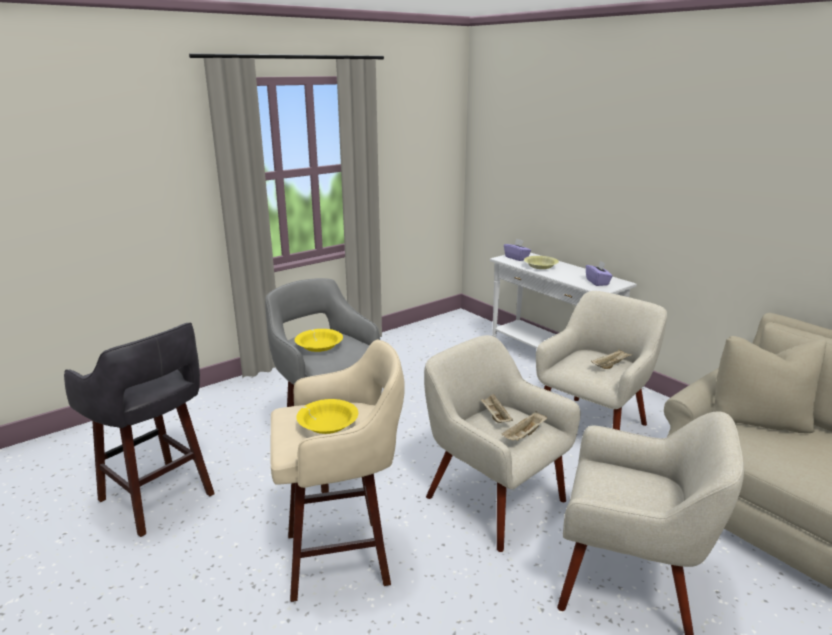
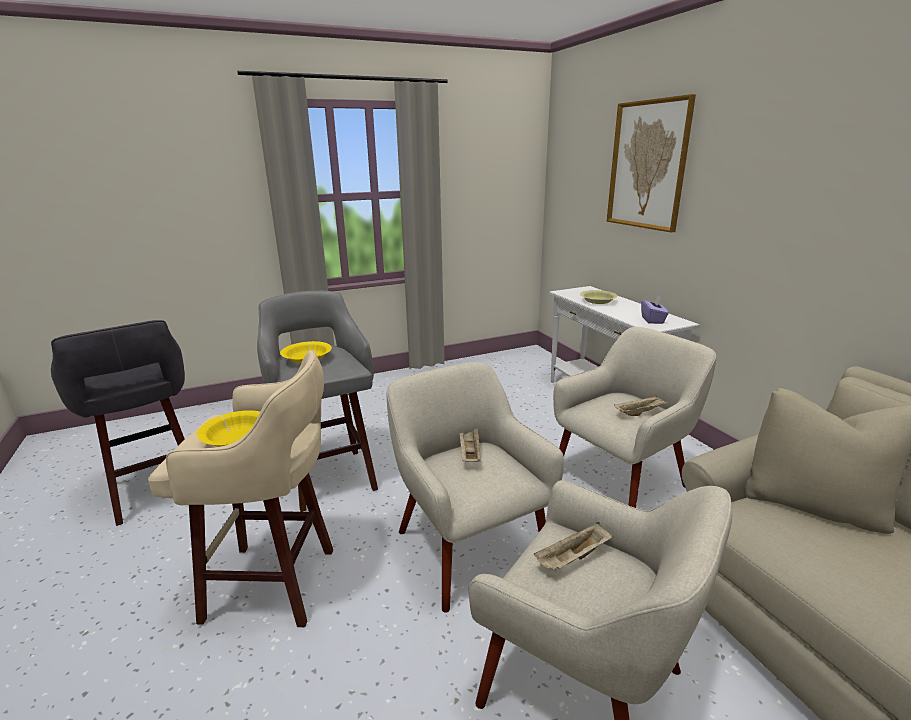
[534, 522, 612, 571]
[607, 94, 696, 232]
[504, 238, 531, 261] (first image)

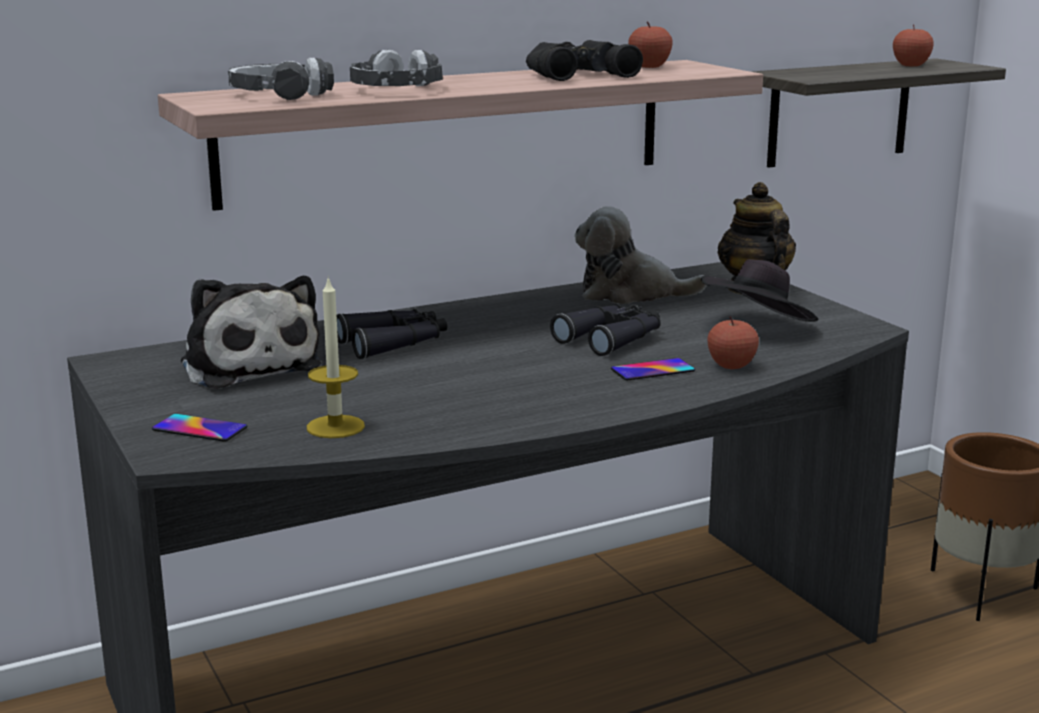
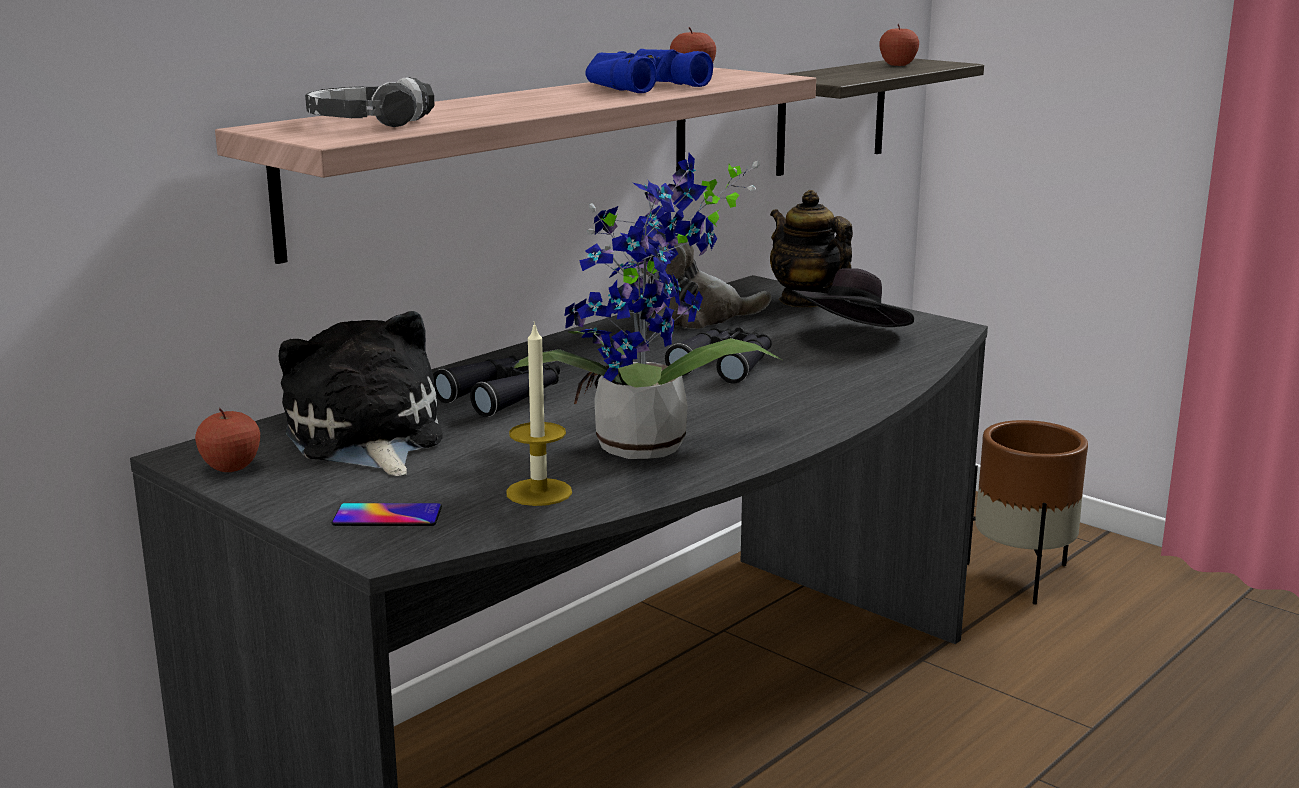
[195, 408, 260, 472]
[279, 311, 443, 476]
[514, 153, 783, 459]
[585, 49, 713, 93]
[350, 49, 443, 86] (first image)
[611, 358, 695, 381] (first image)

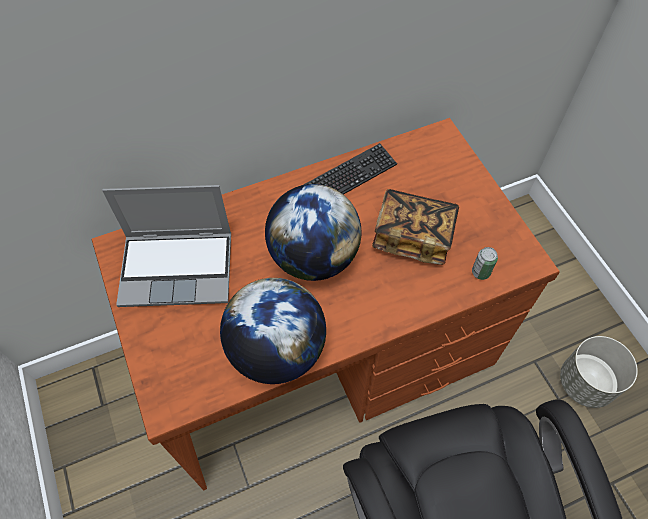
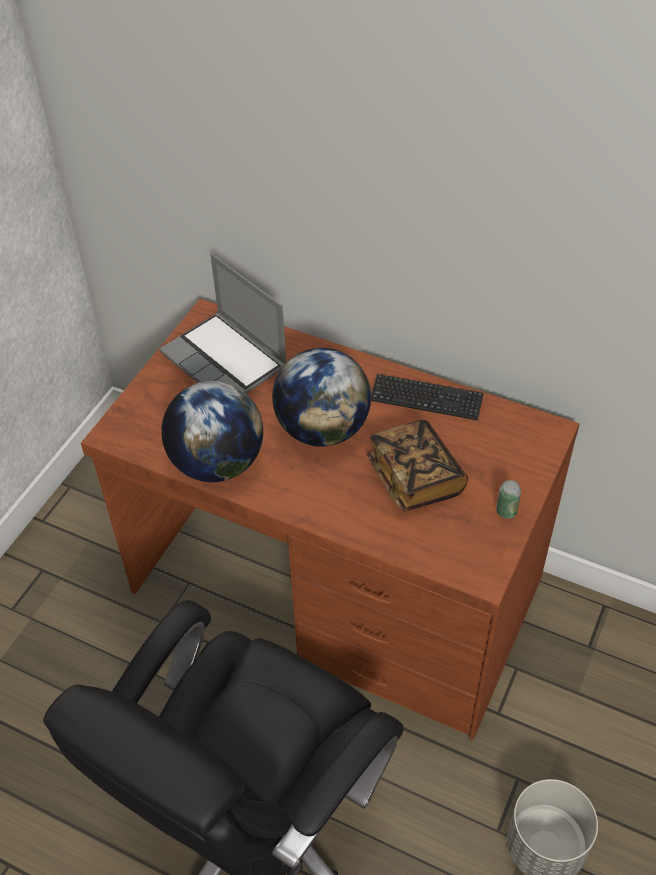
[496, 480, 521, 519]

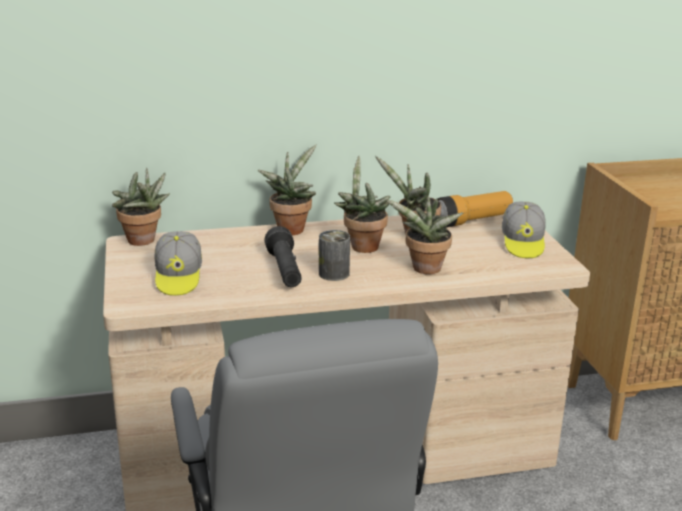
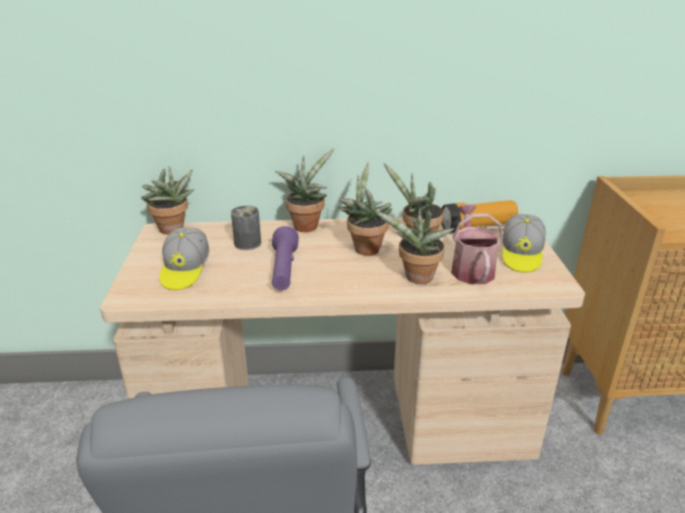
[231, 206, 261, 250]
[272, 226, 299, 290]
[451, 205, 503, 284]

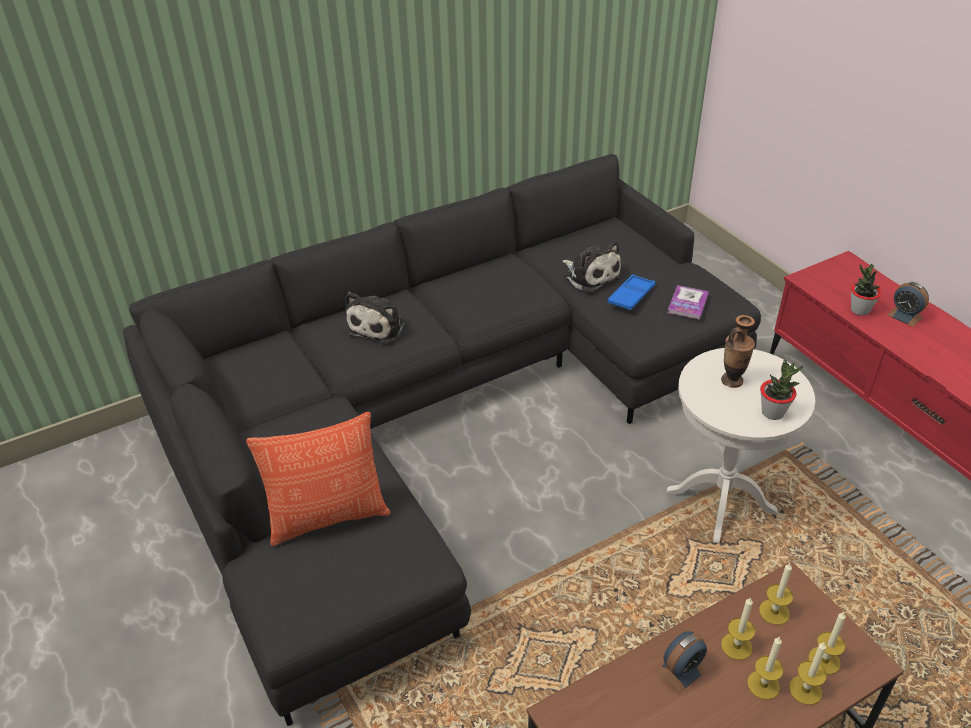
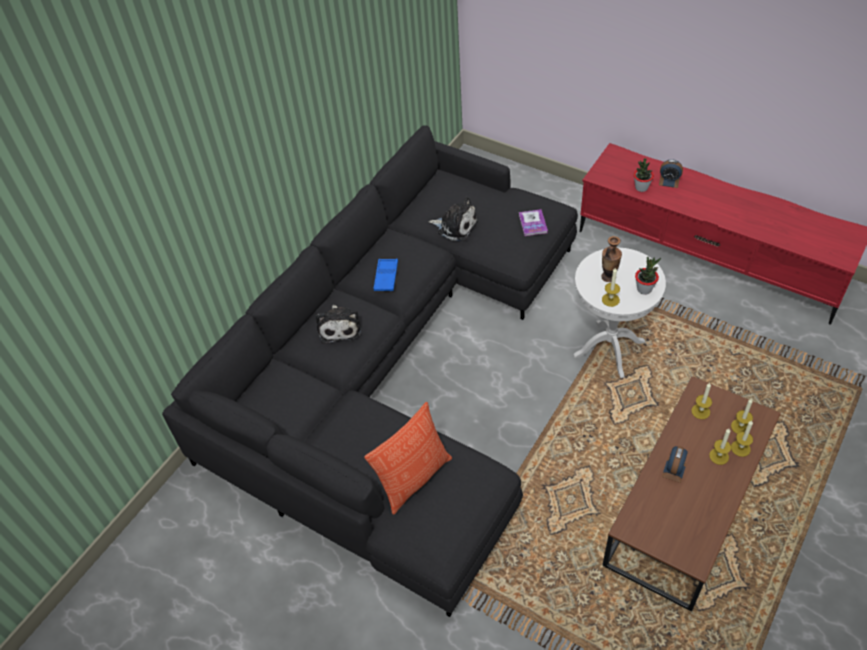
[373, 259, 398, 291]
[602, 267, 620, 307]

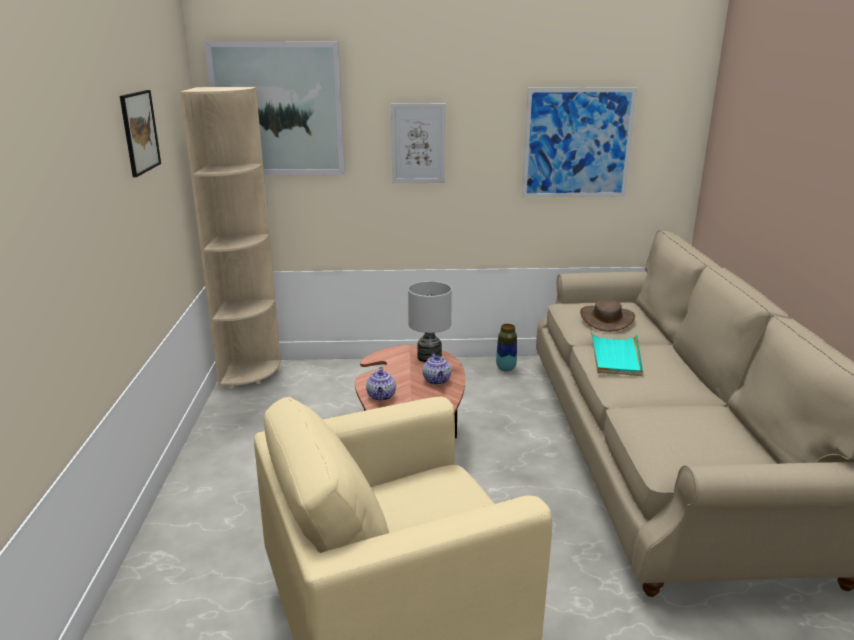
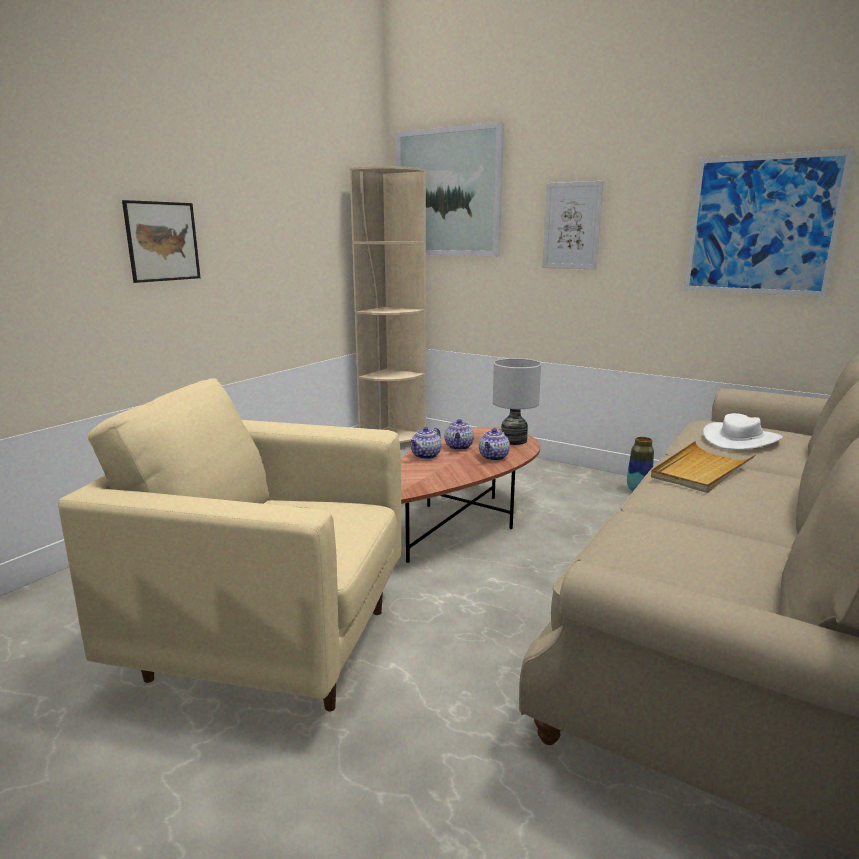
[122, 200, 201, 283]
[444, 419, 474, 450]
[651, 441, 755, 493]
[703, 413, 783, 450]

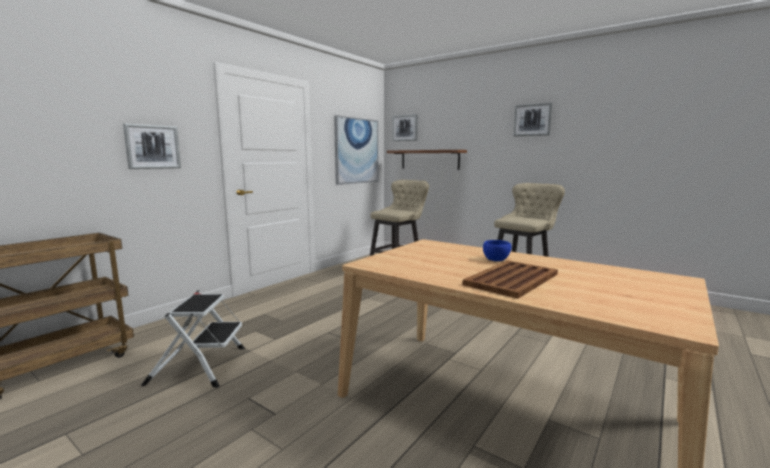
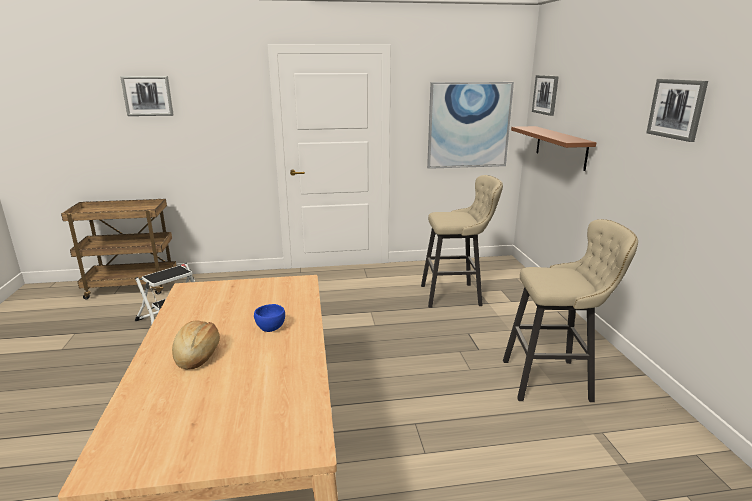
[120, 76, 174, 116]
[172, 320, 220, 370]

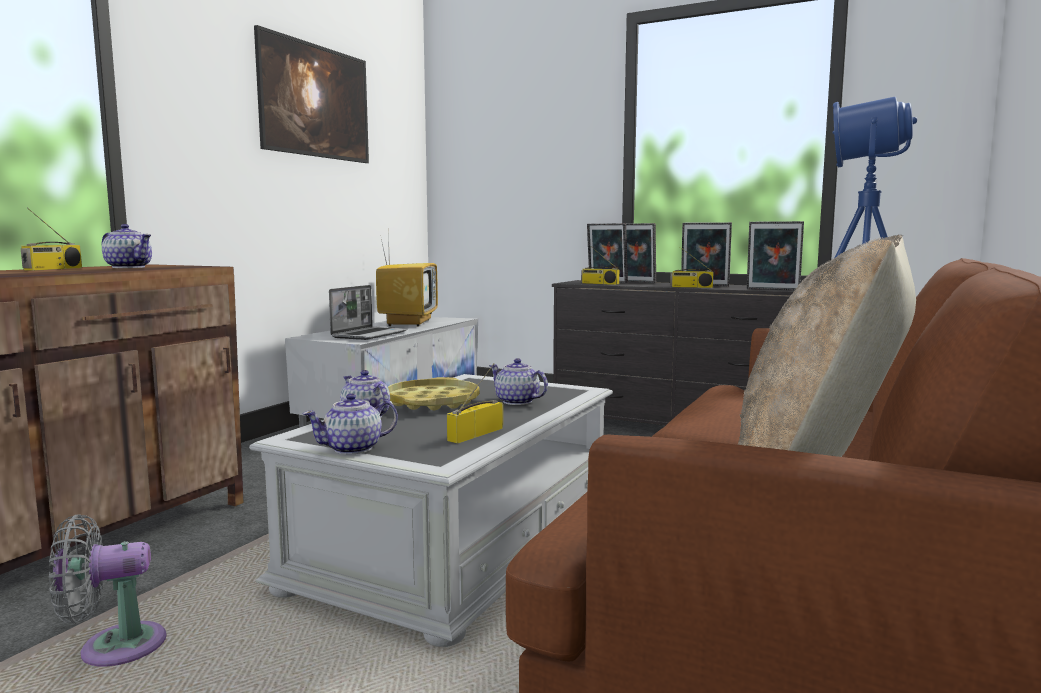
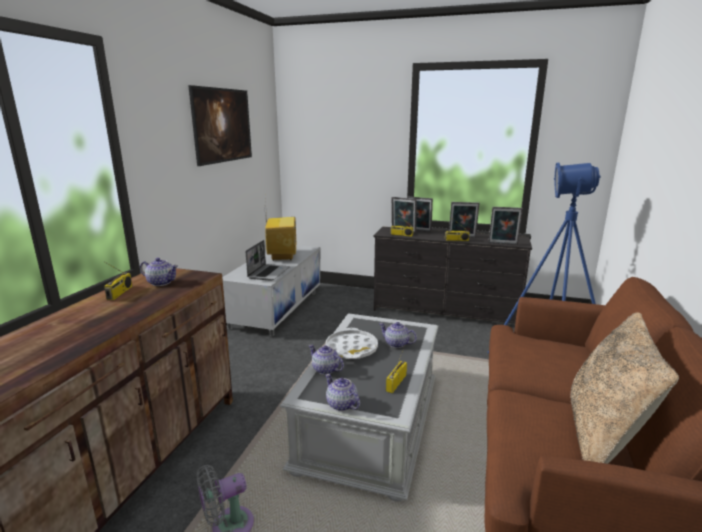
[325, 374, 360, 411]
[326, 328, 378, 359]

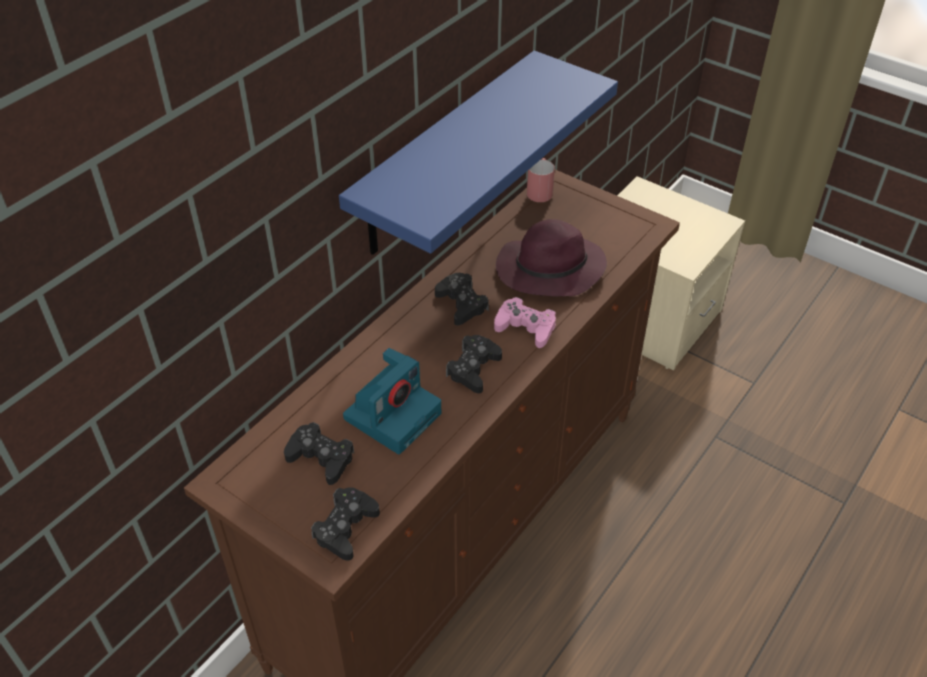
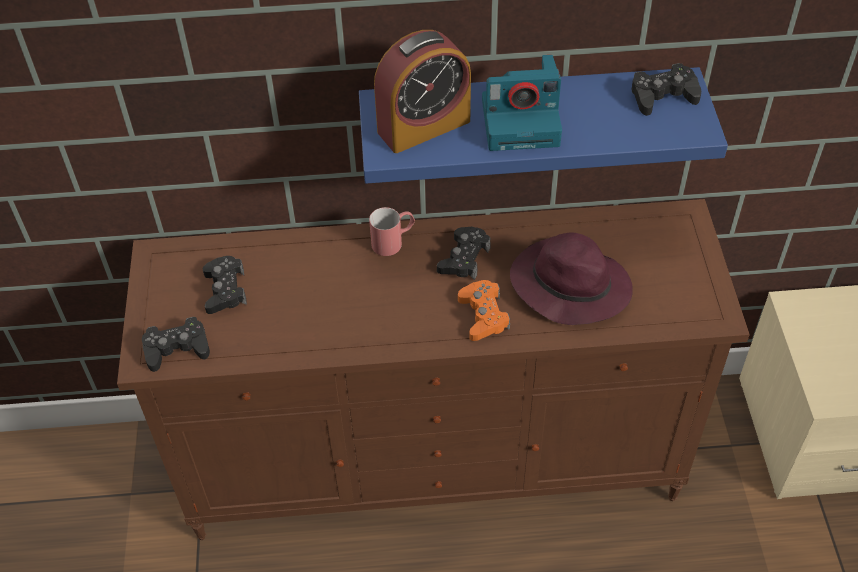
[369, 207, 415, 256]
[374, 30, 471, 153]
[458, 280, 510, 341]
[482, 55, 562, 151]
[632, 63, 701, 116]

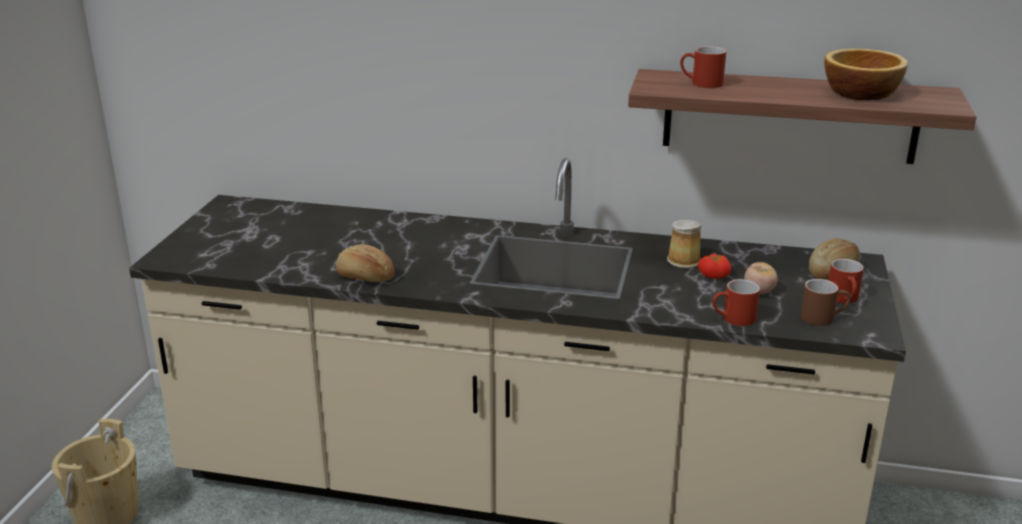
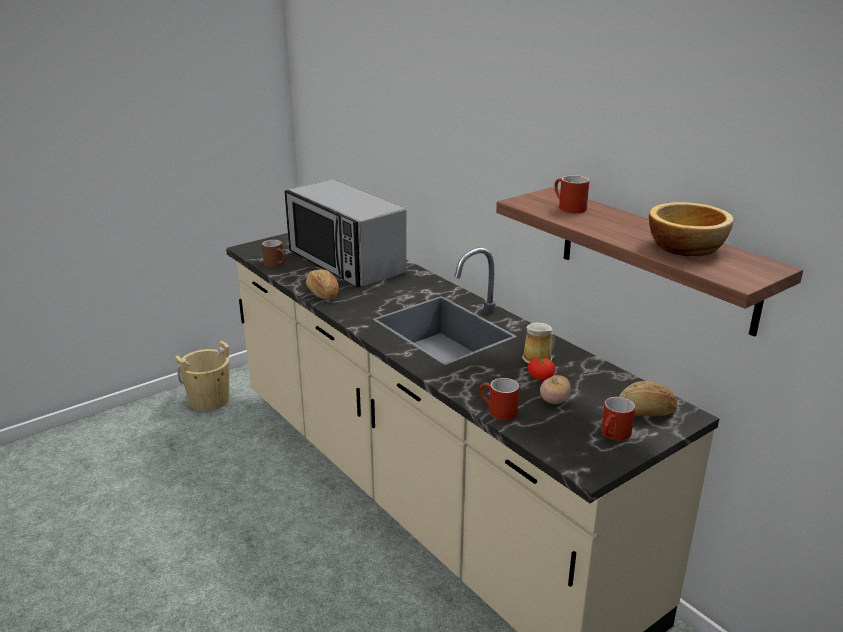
[262, 240, 286, 268]
[284, 179, 407, 288]

